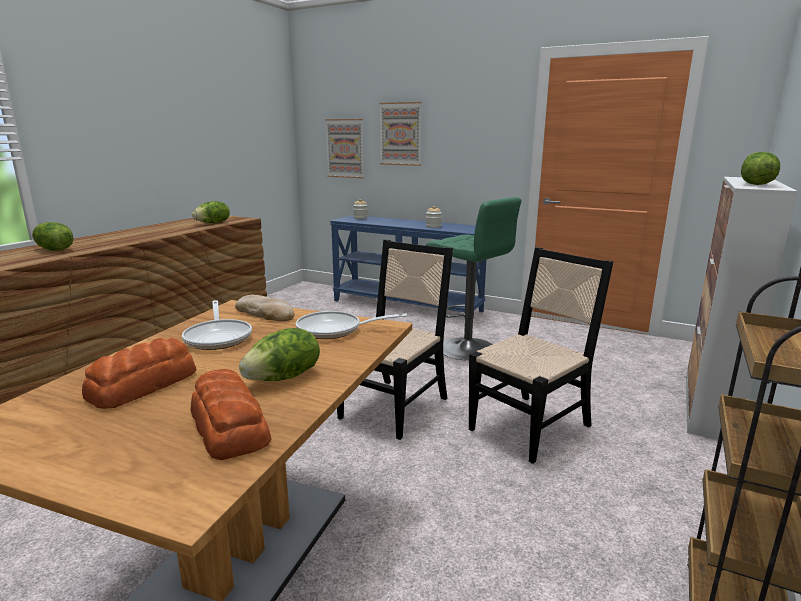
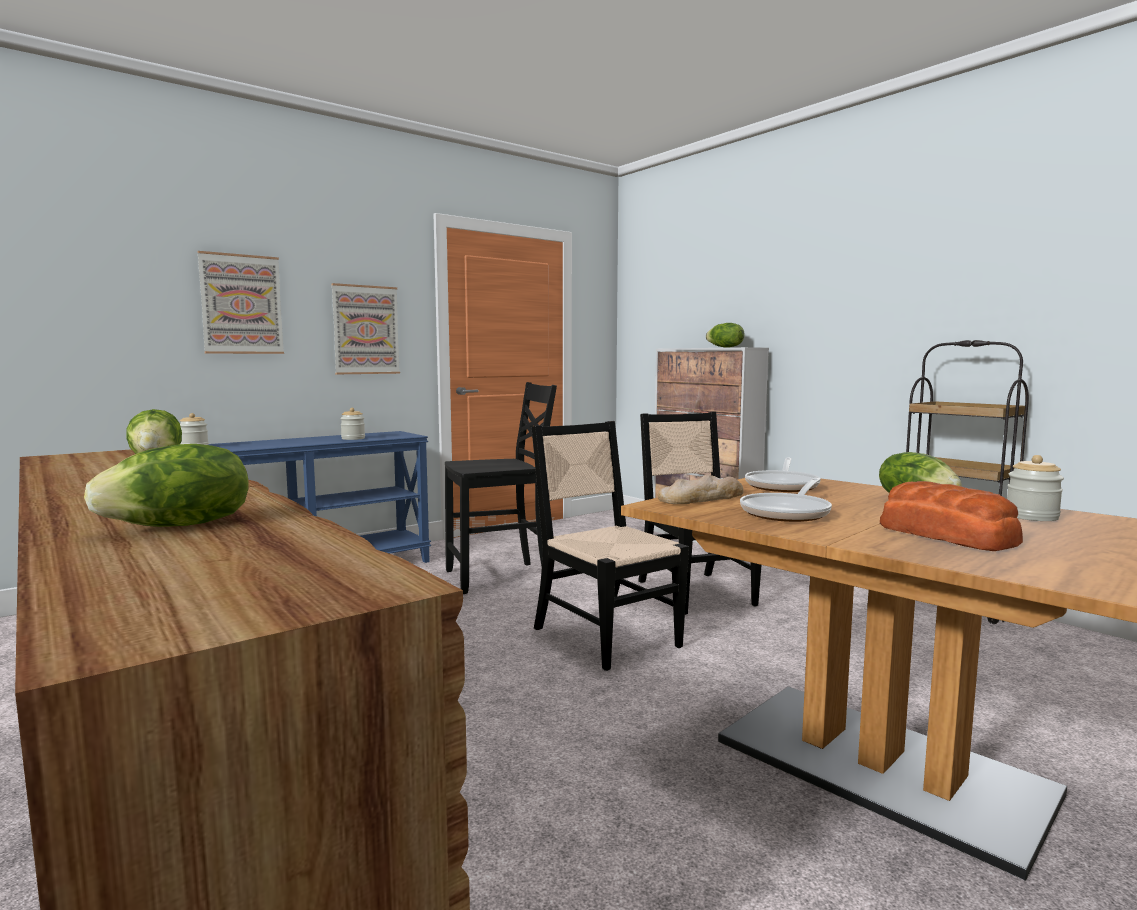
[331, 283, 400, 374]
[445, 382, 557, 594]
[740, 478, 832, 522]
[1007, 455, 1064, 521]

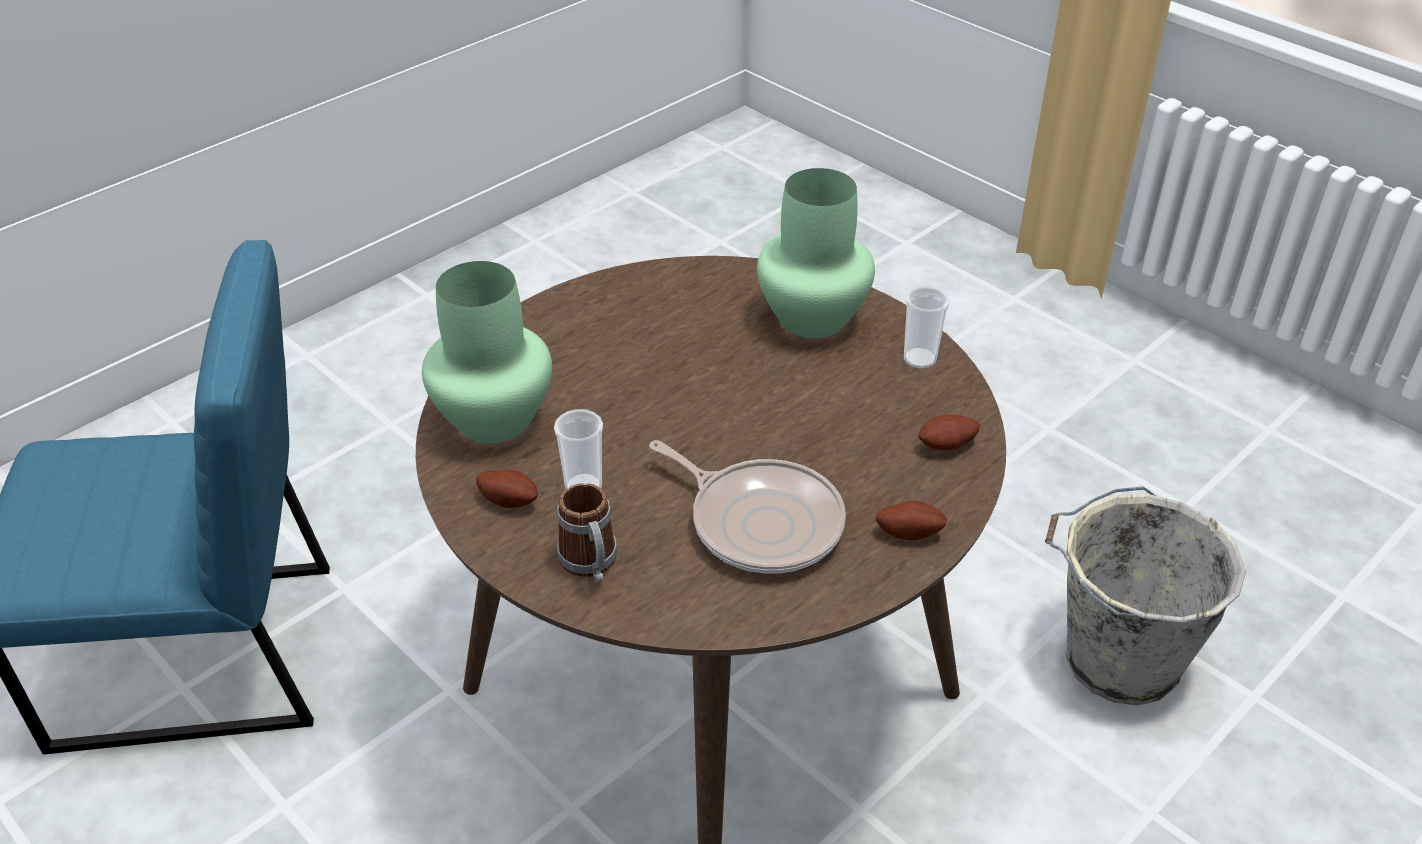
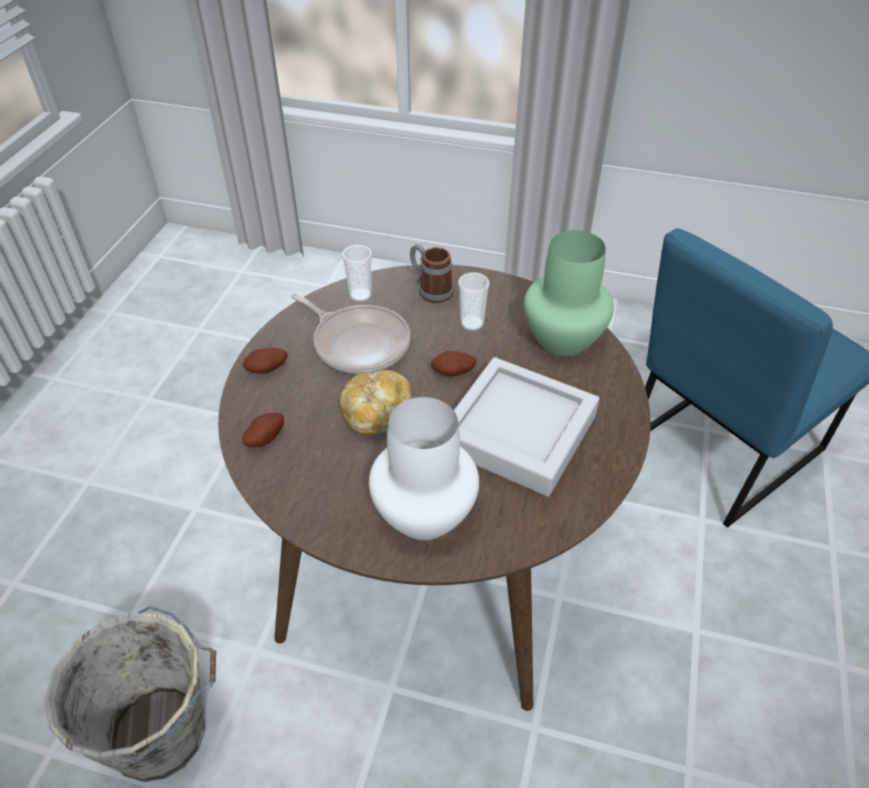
[291, 293, 410, 374]
[340, 370, 411, 435]
[342, 245, 372, 302]
[369, 397, 479, 540]
[431, 351, 477, 376]
[454, 357, 599, 496]

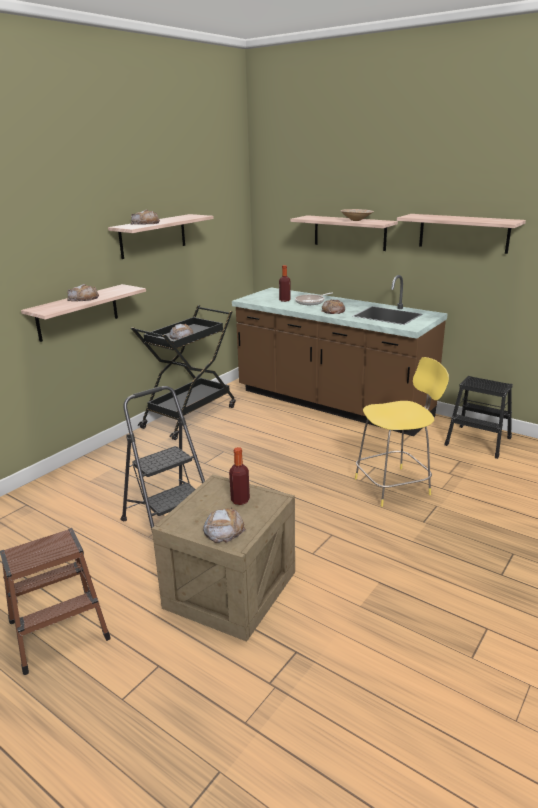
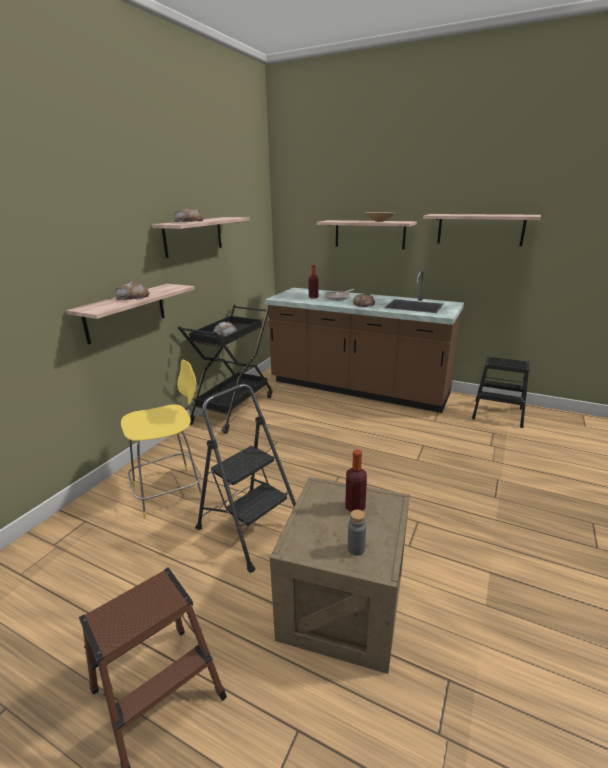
[121, 360, 202, 519]
[348, 509, 366, 556]

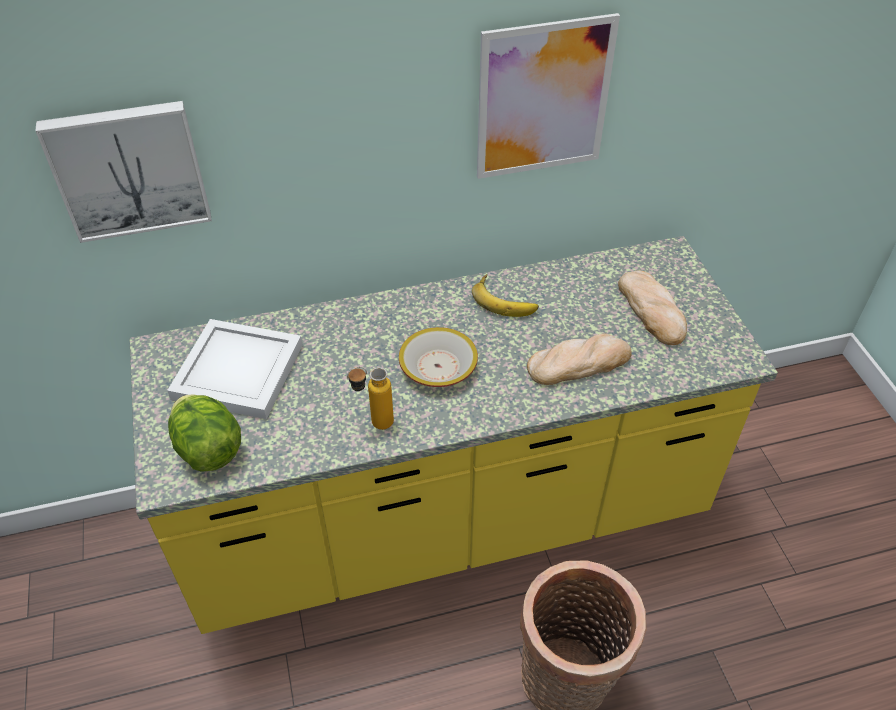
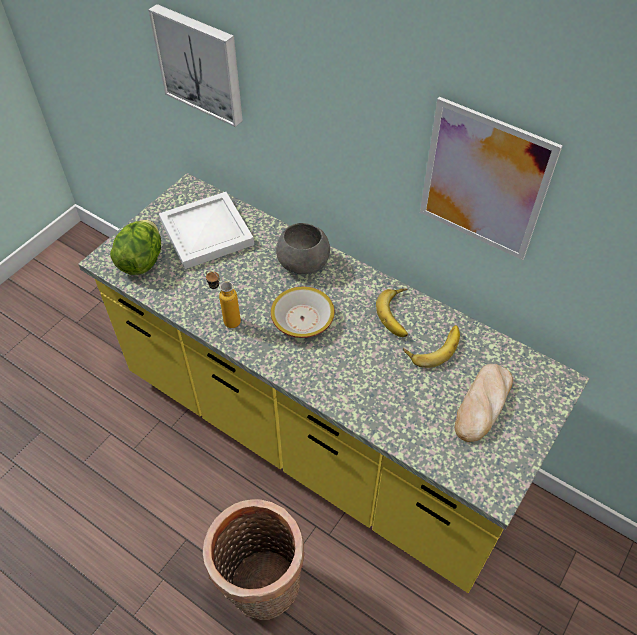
[276, 223, 330, 274]
[403, 325, 460, 368]
[527, 333, 631, 385] (first image)

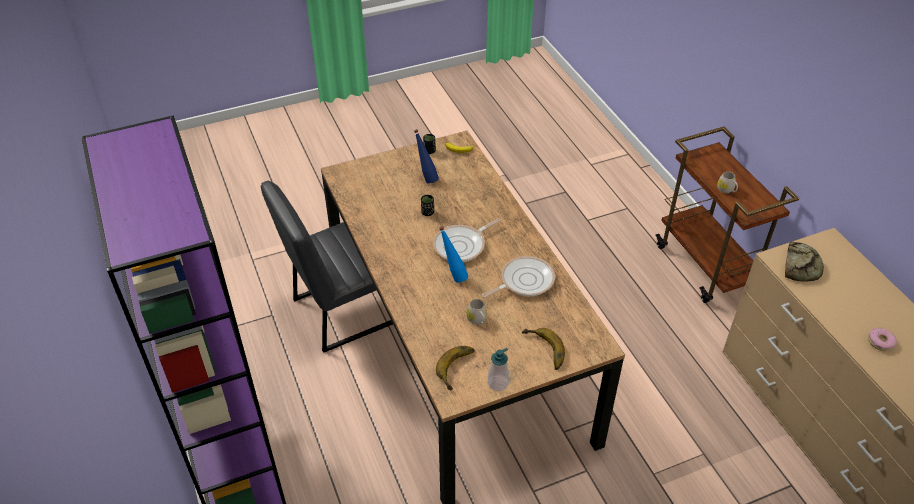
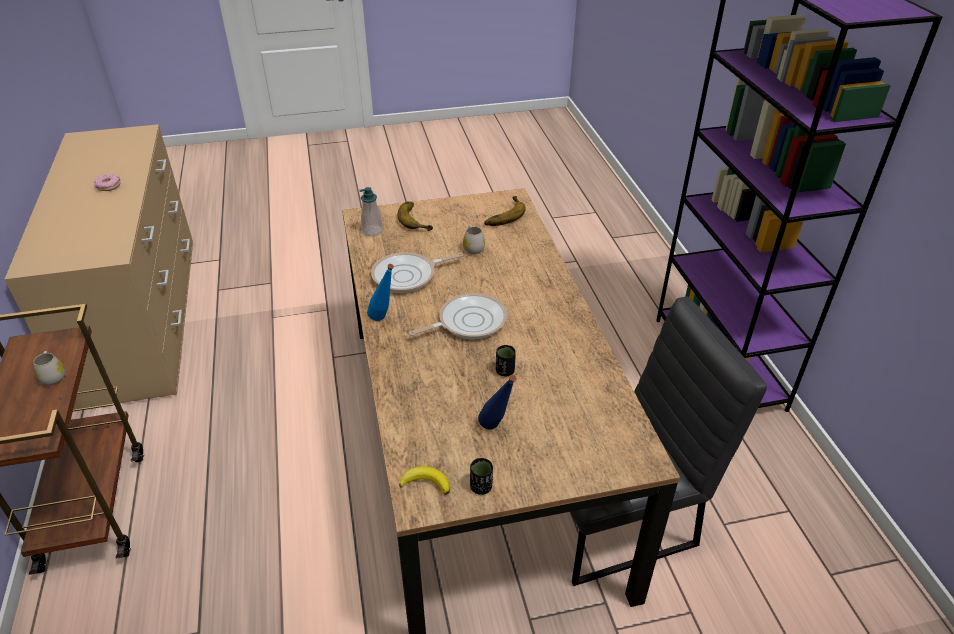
[359, 187, 383, 236]
[367, 264, 394, 321]
[785, 242, 824, 282] (first image)

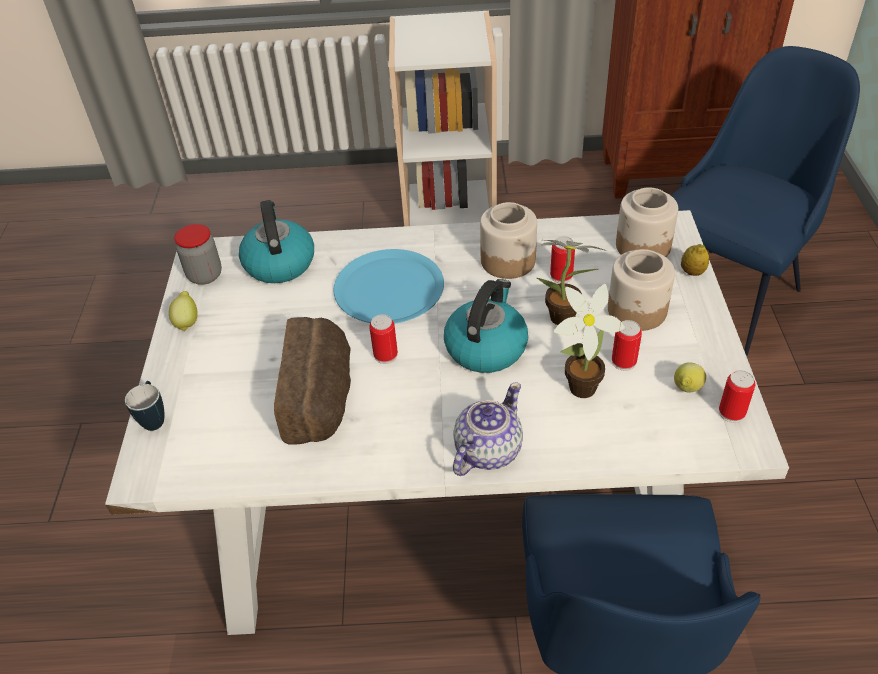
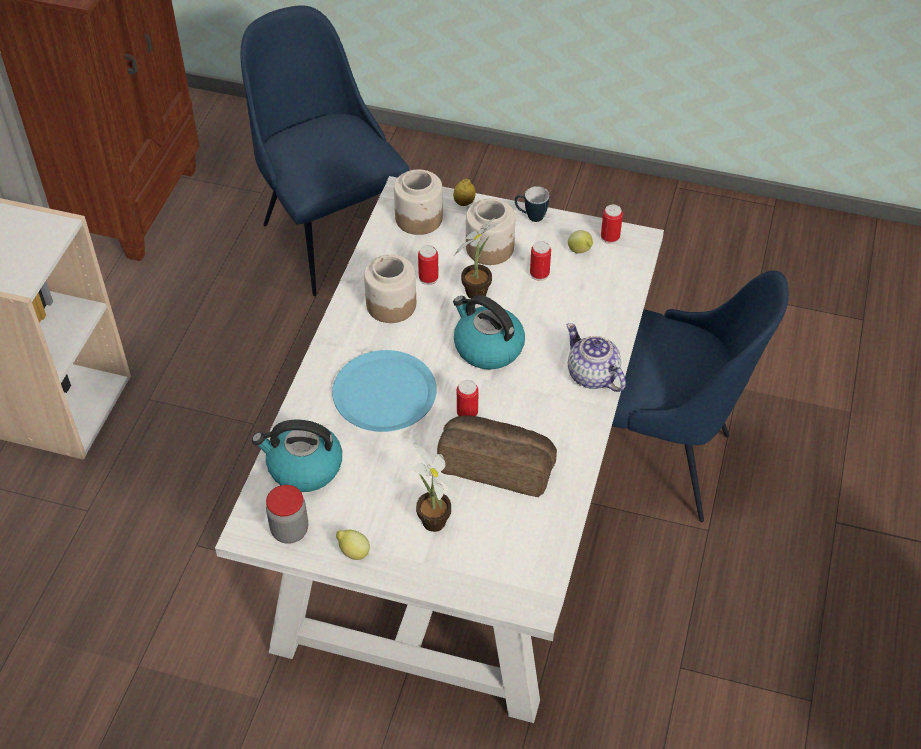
[412, 443, 459, 532]
[515, 186, 549, 222]

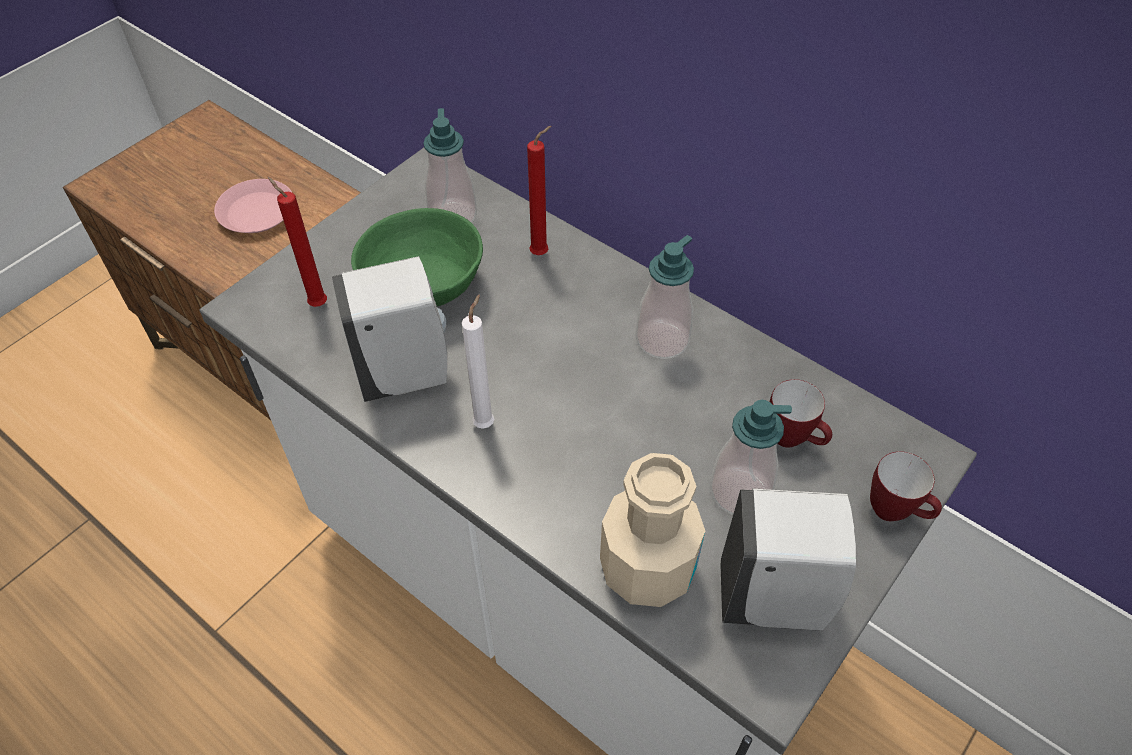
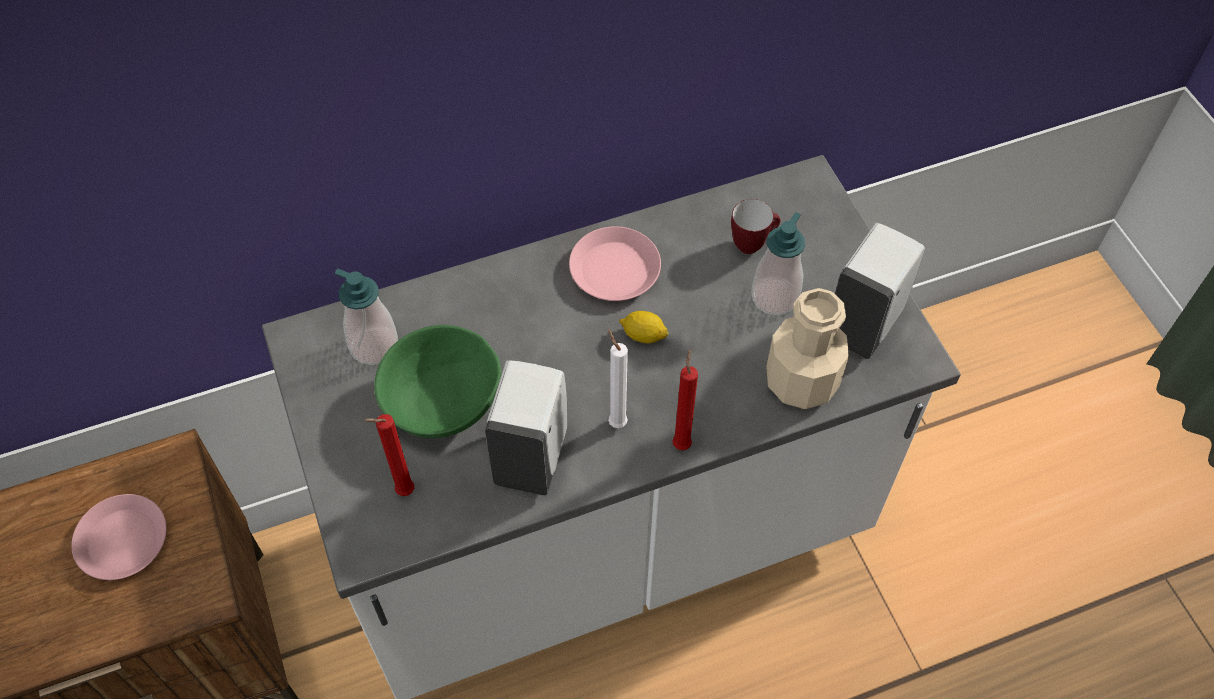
[569, 226, 661, 301]
[619, 311, 669, 344]
[672, 349, 698, 450]
[870, 451, 942, 521] (first image)

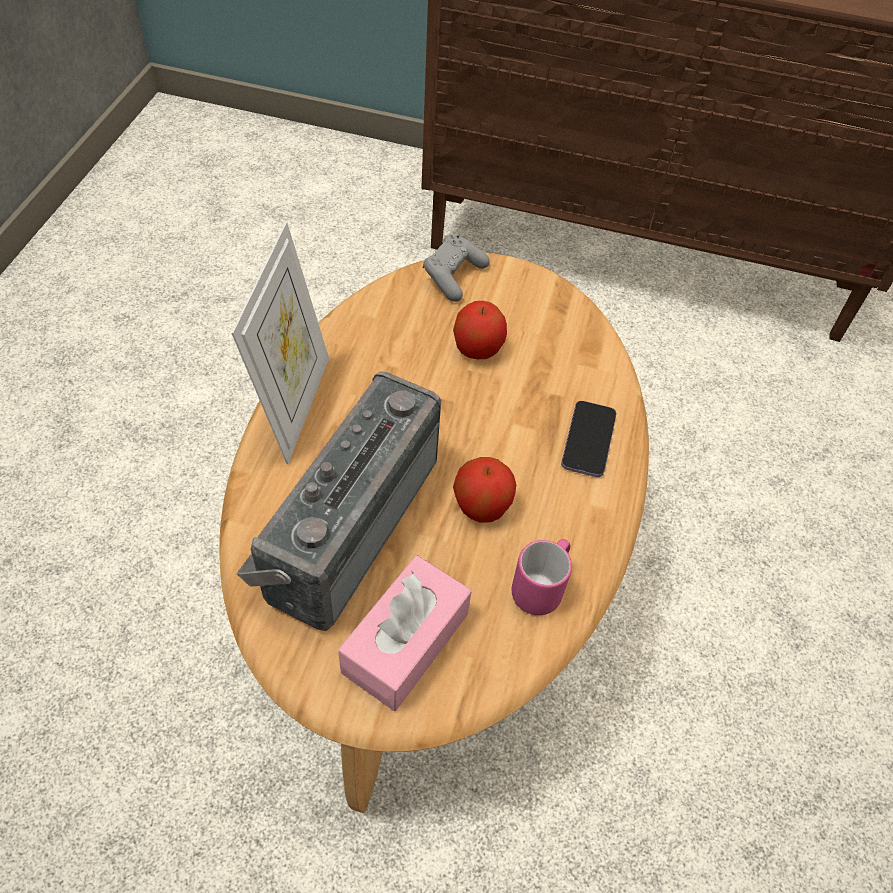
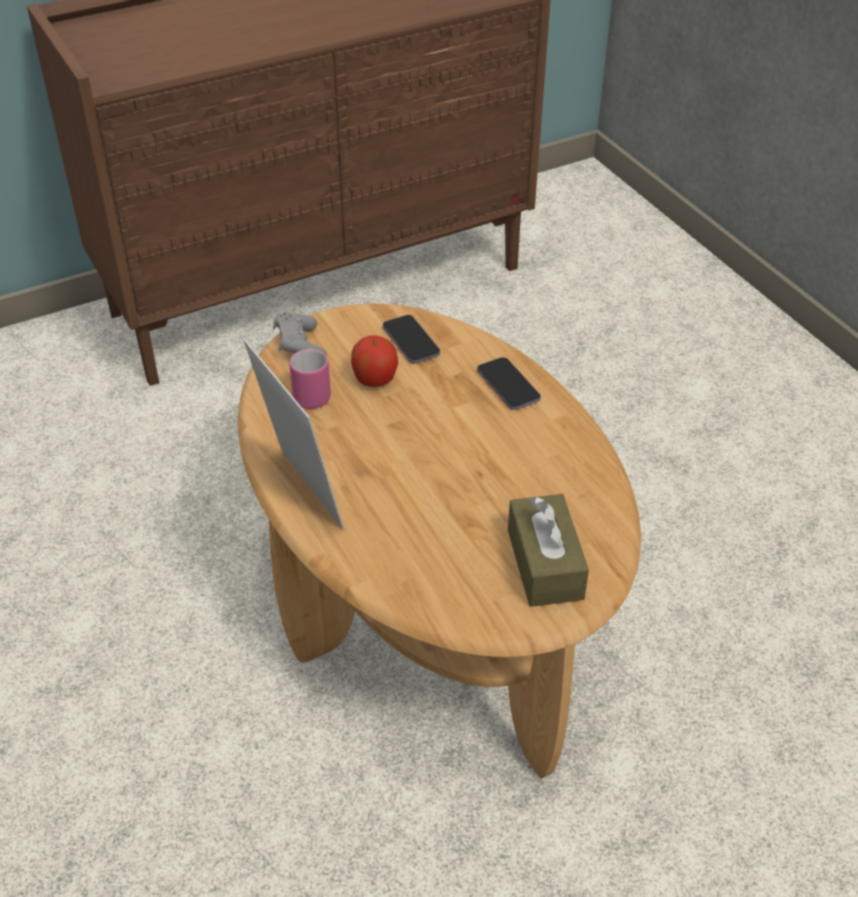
[289, 348, 331, 409]
[383, 315, 440, 363]
[508, 494, 589, 607]
[237, 372, 441, 631] (first image)
[453, 457, 516, 523] (first image)

